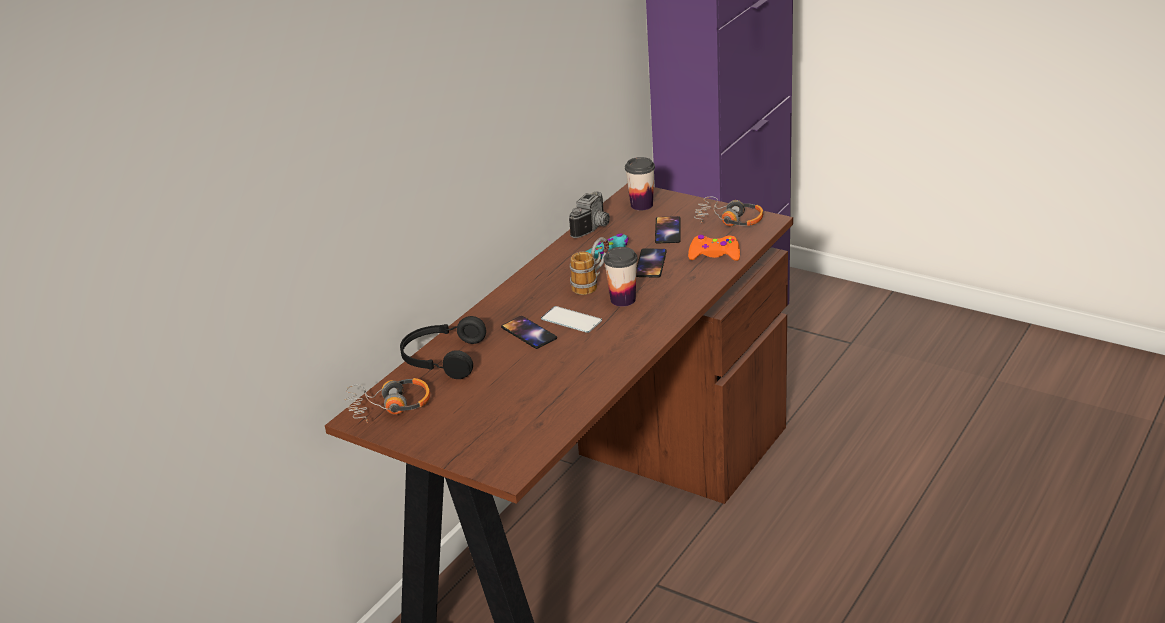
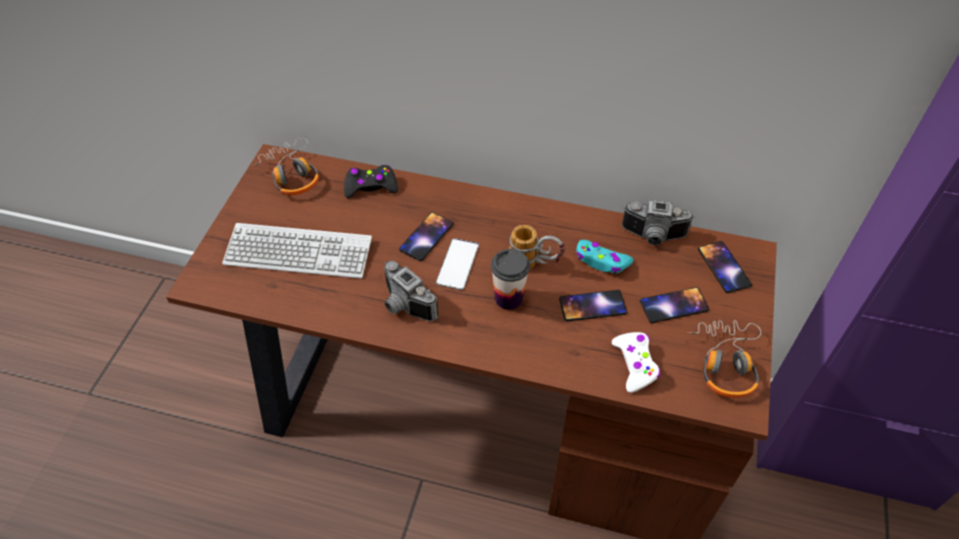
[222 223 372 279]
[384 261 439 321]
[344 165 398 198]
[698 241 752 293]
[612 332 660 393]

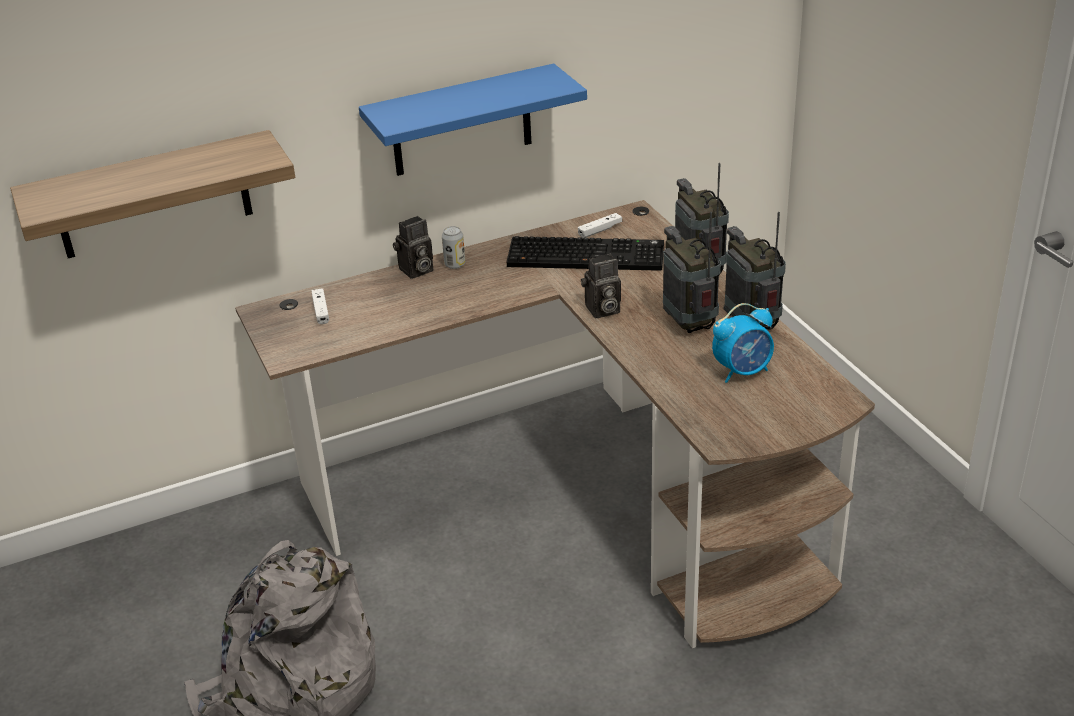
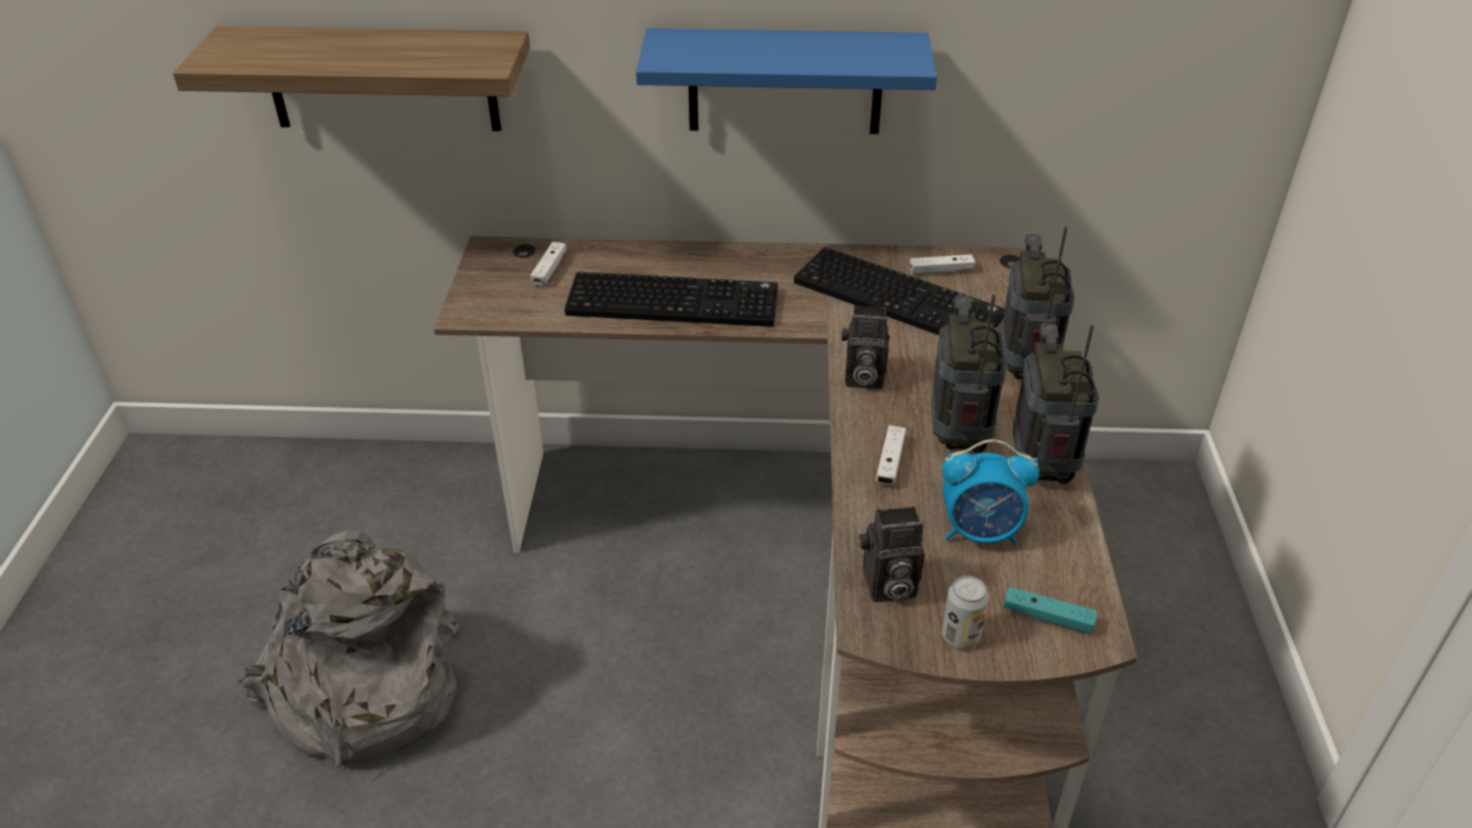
[565 272 778 327]
[876 425 906 485]
[1003 587 1098 634]
[859 506 925 602]
[942 576 989 649]

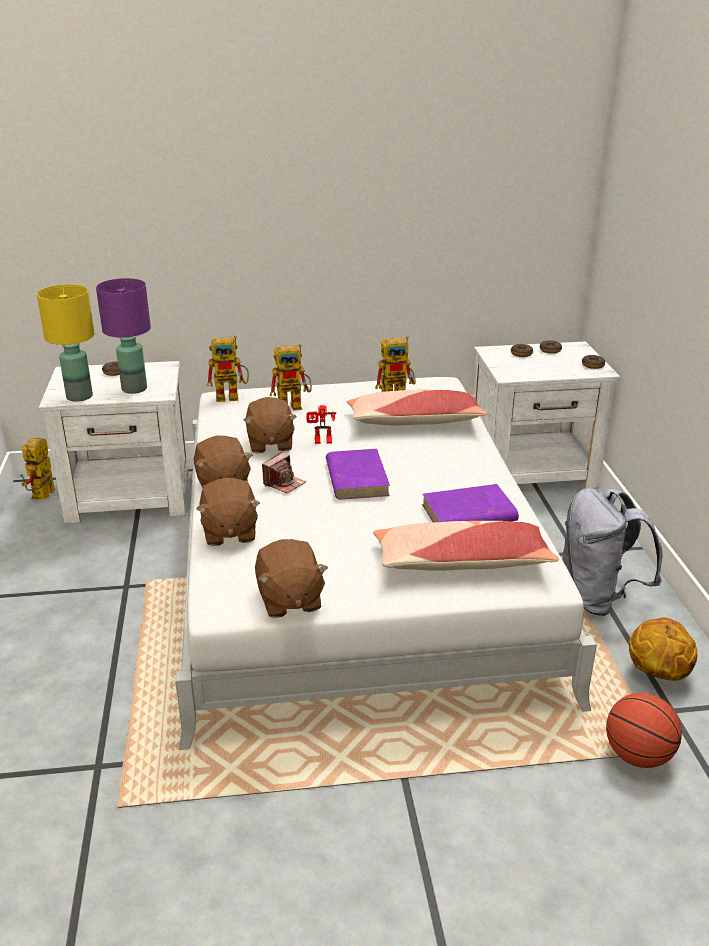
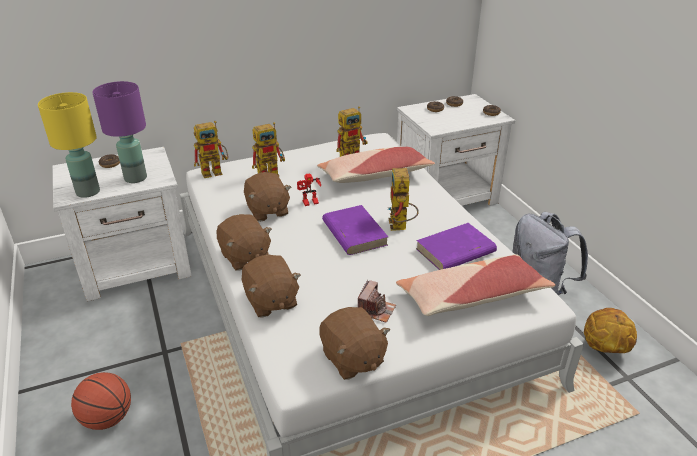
[388 168 419 231]
[358 280 396 323]
[71 372 131 430]

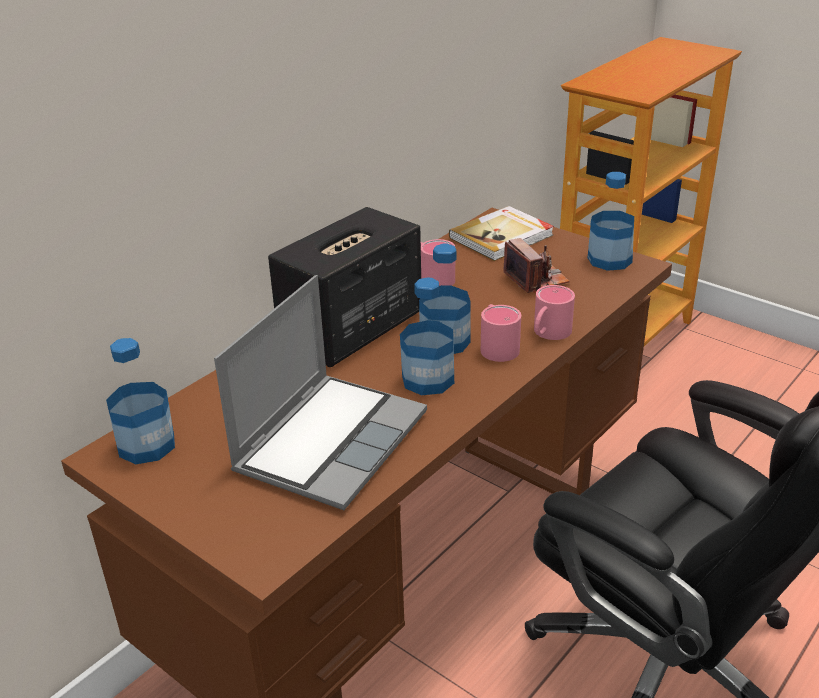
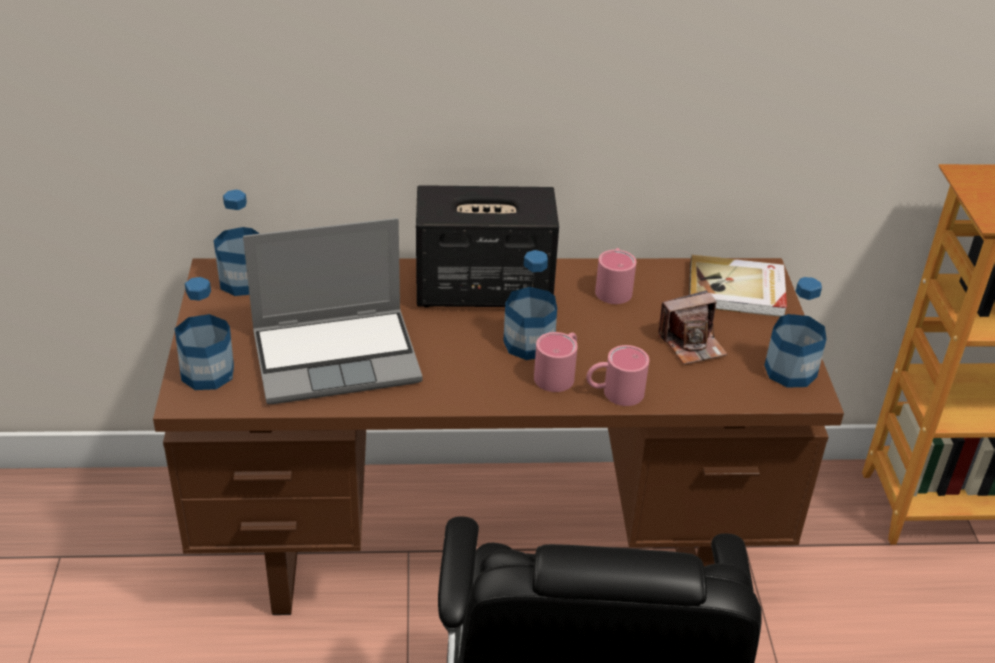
[175 277 234 390]
[658 290 728 365]

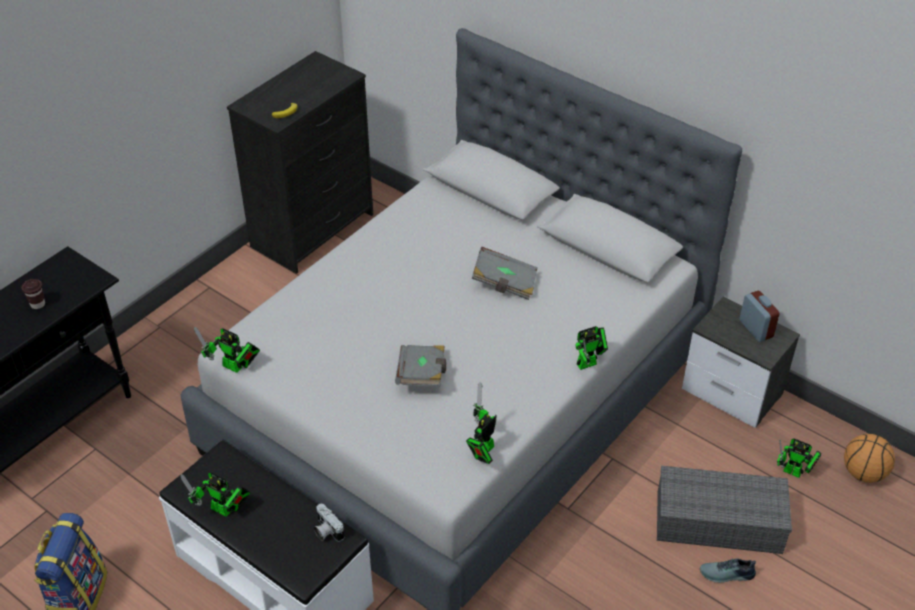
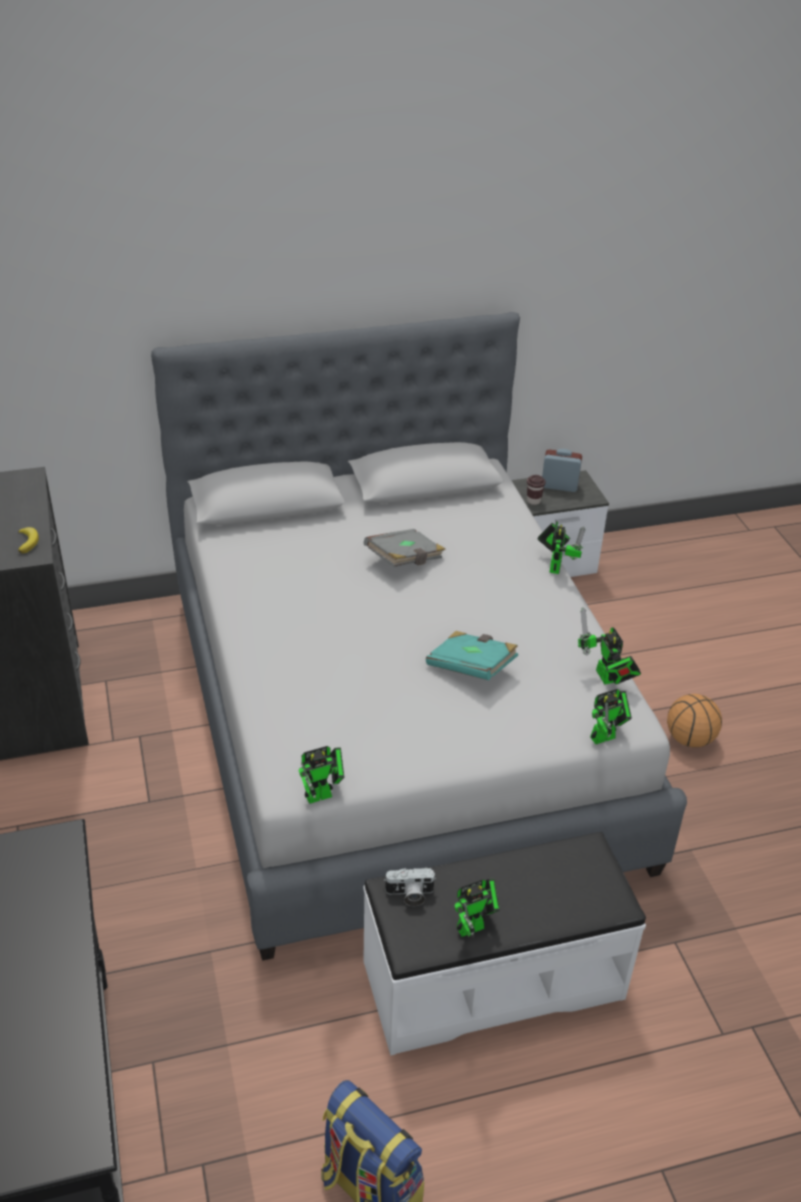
[657 466 792 554] (first image)
[700 559 756 583] (first image)
[527 475 546 505]
[384 868 435 906]
[590 689 632 744]
[667 694 722 747]
[426 631 518 680]

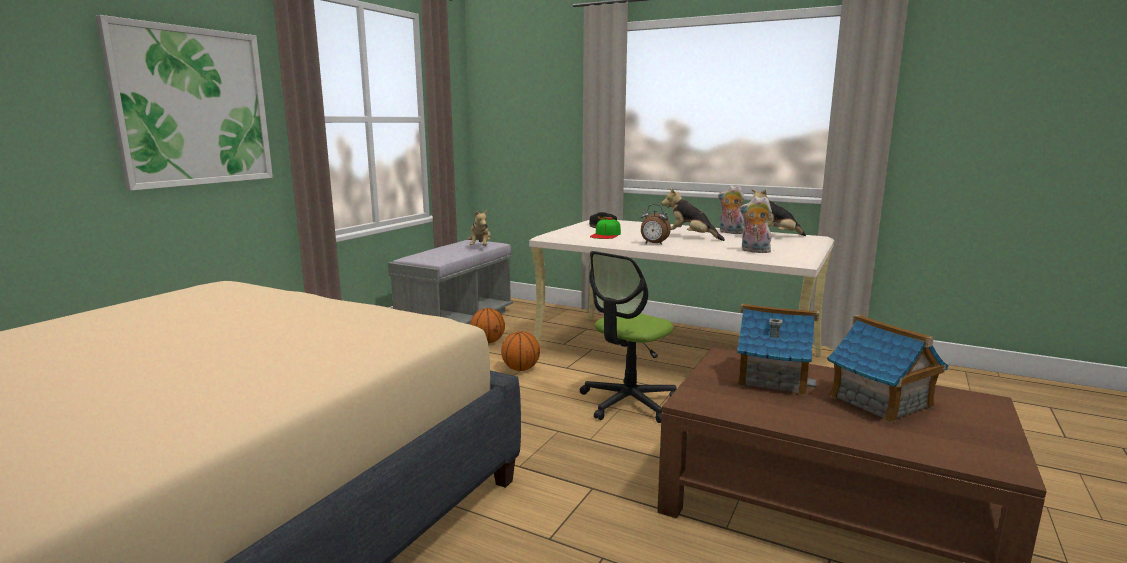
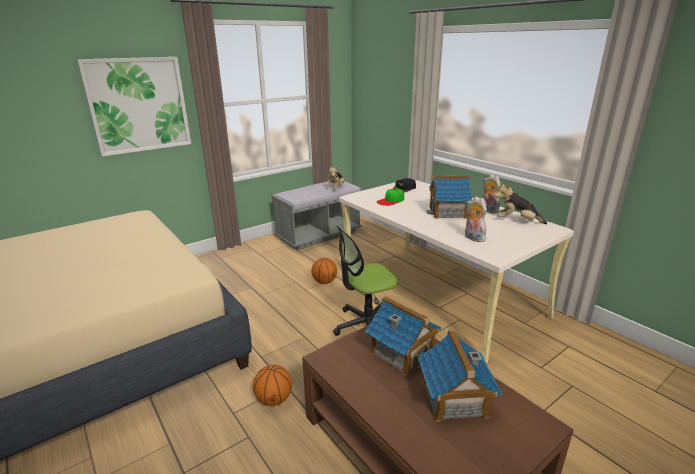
[641 204 671 245] (first image)
[253 365 292 406]
[426 175 472 219]

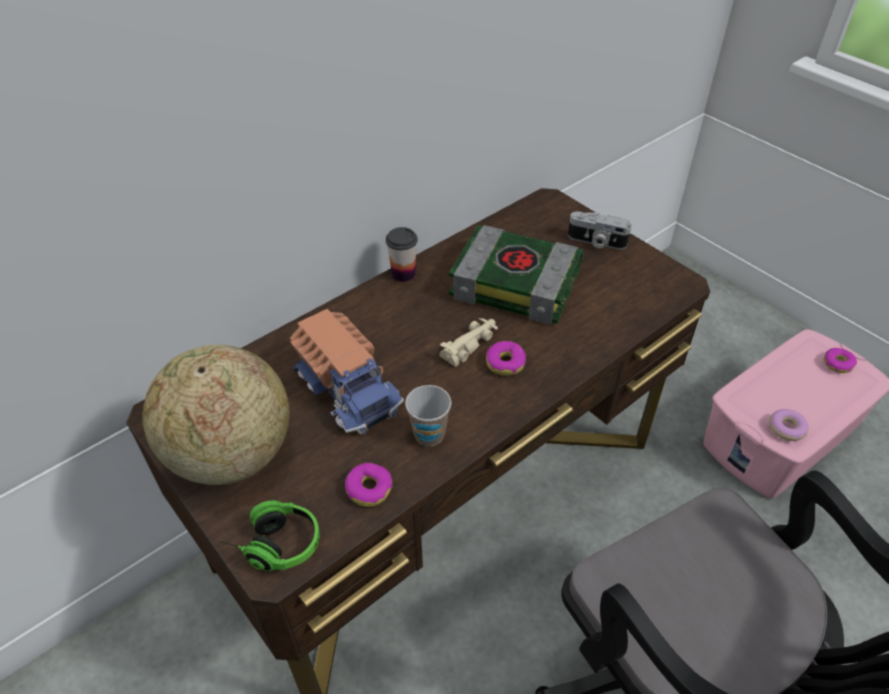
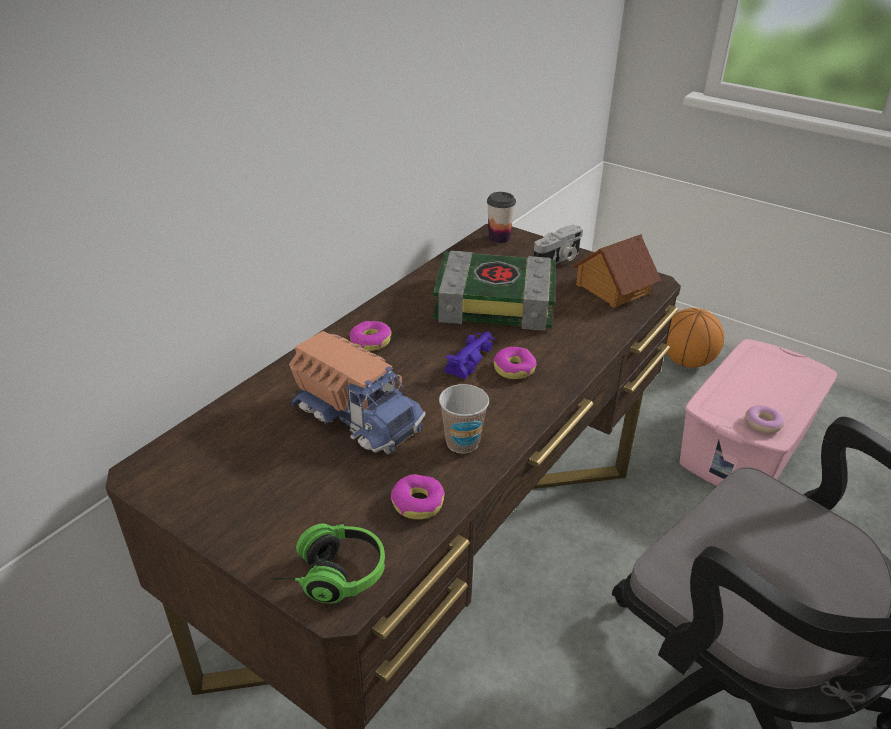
[143 345 289 485] (first image)
[573 234 661 308]
[666 308 724 368]
[487 192 516 243]
[350 321 391 351]
[444 331 496 379]
[533 225 583 264]

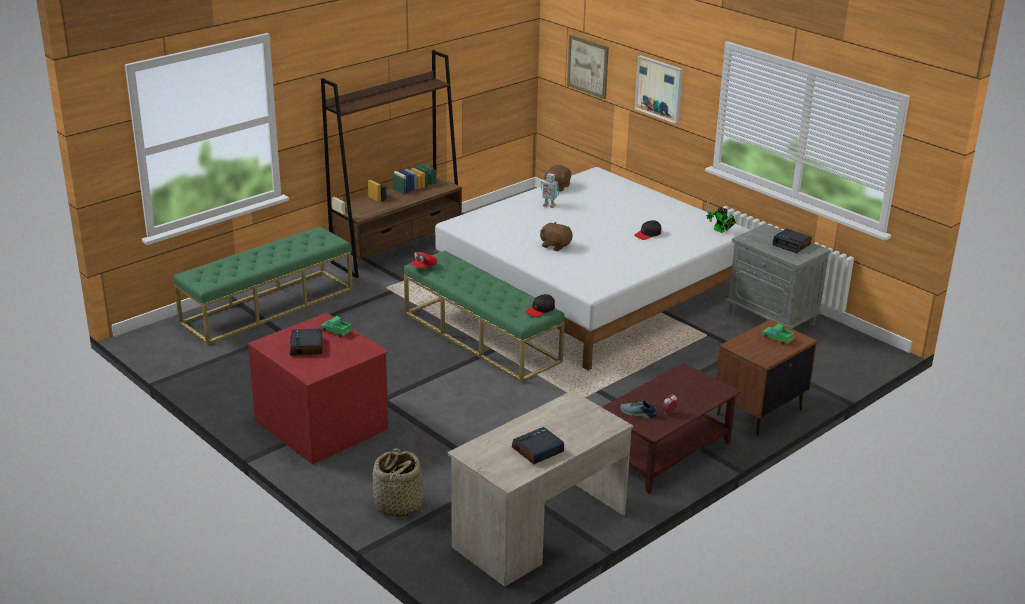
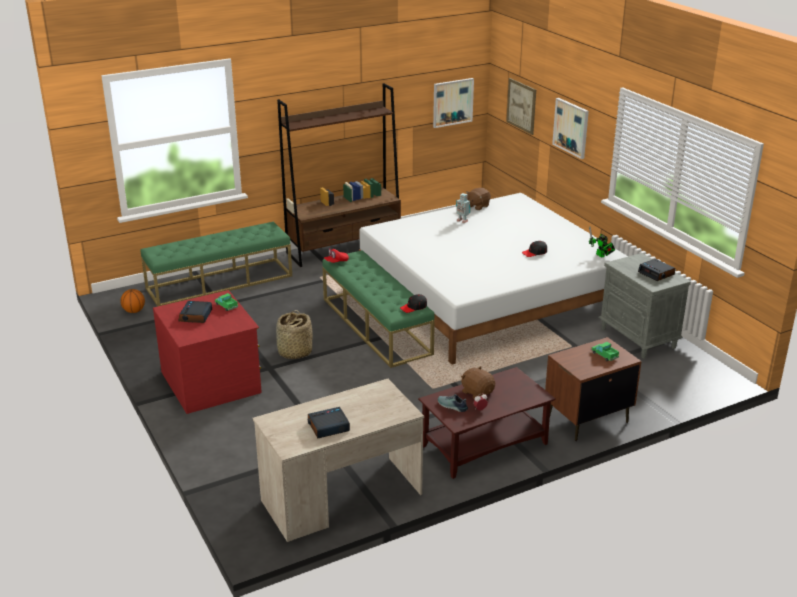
[120 289 145 313]
[433 78 474 128]
[276 310 313 359]
[461 366 495 399]

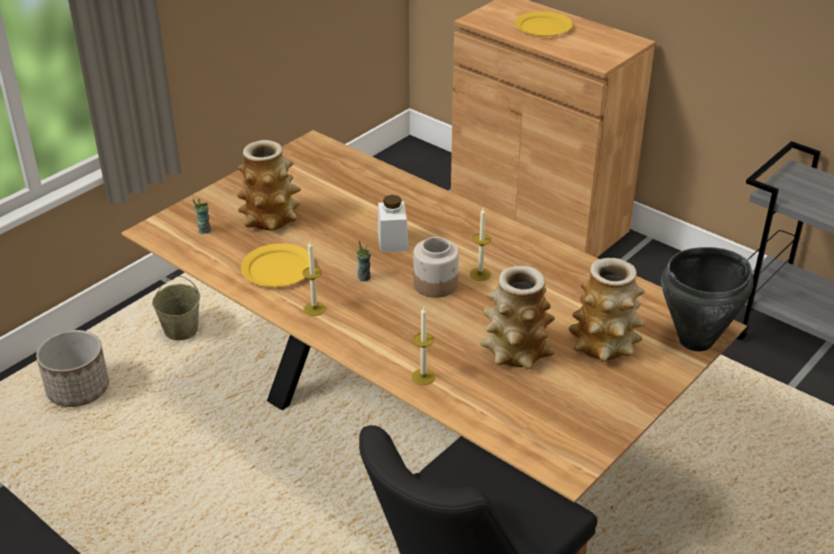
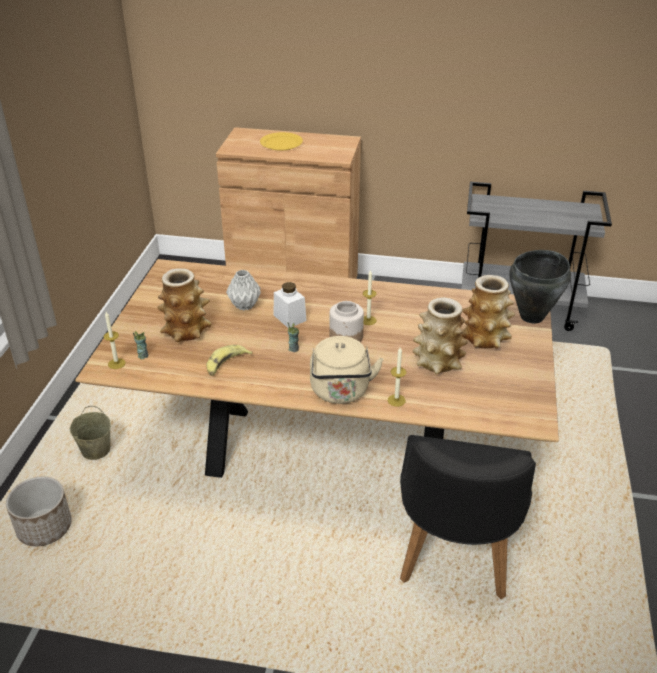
[226 270 261 310]
[310 336 384 404]
[104 312 125 369]
[206 345 253 376]

